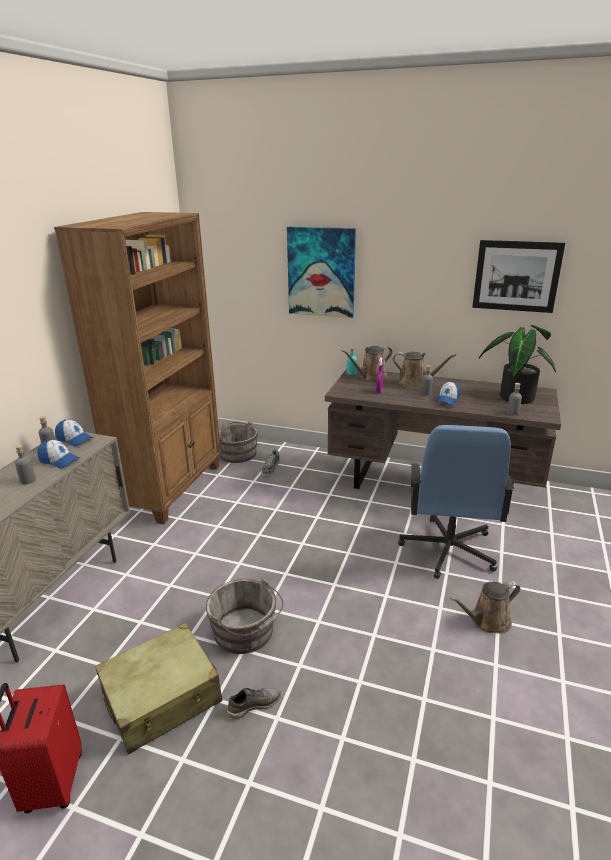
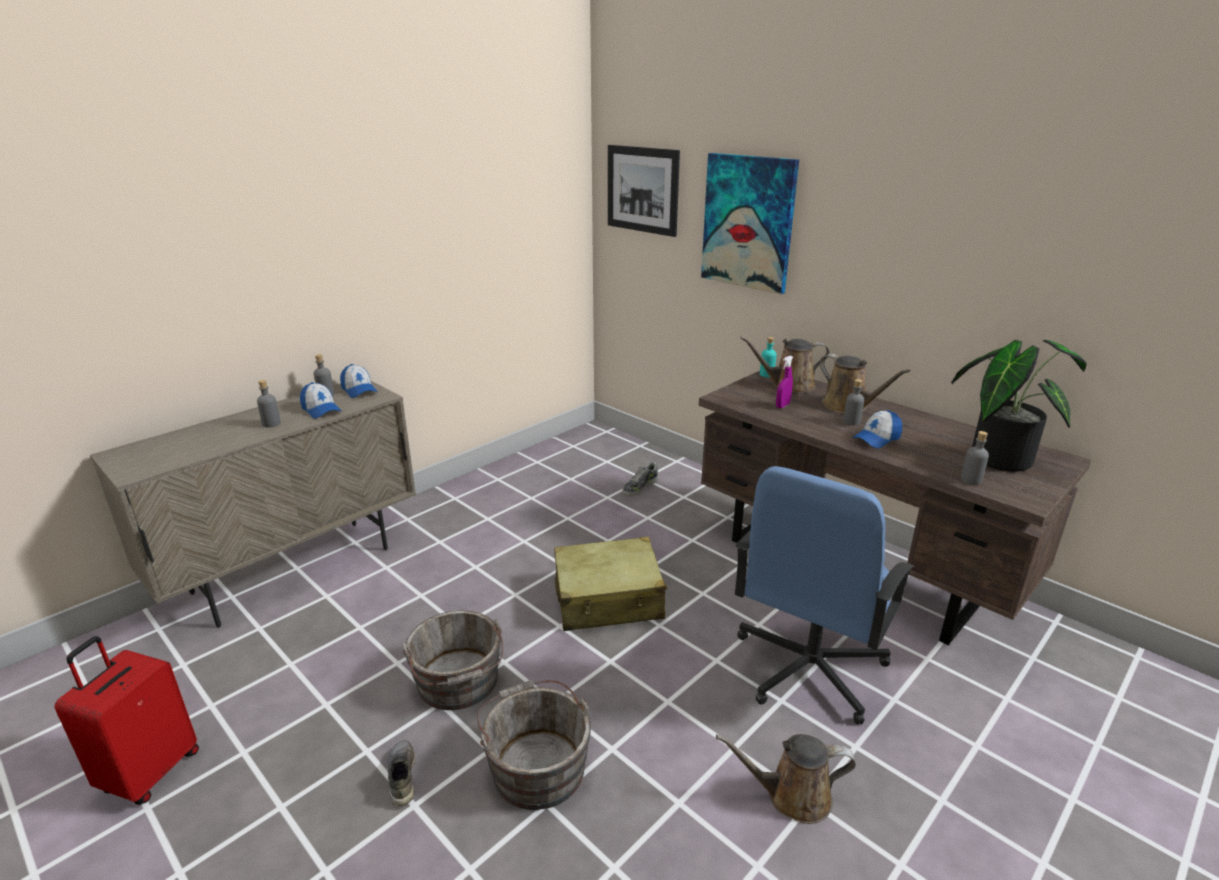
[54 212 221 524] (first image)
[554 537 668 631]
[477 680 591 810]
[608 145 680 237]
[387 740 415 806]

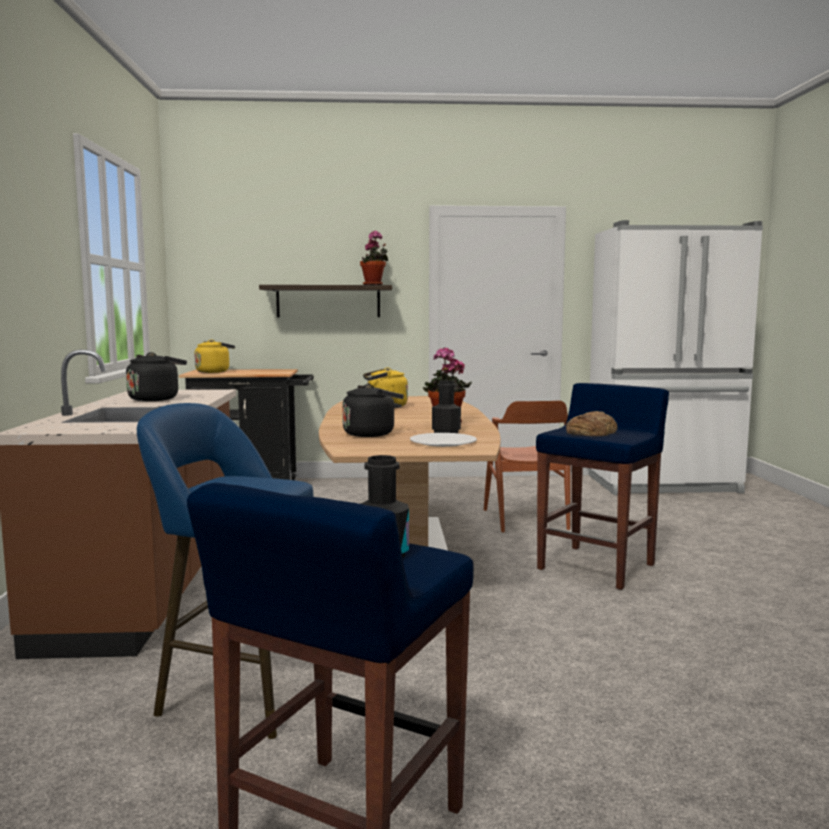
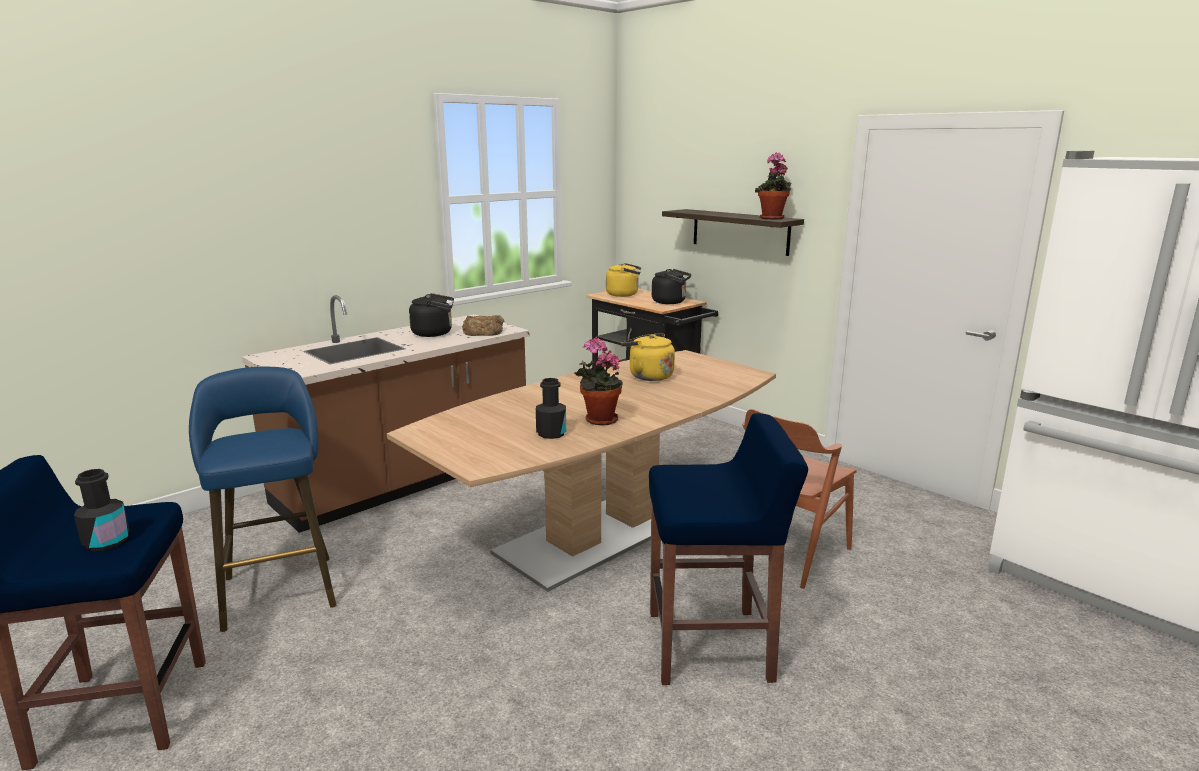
[410 433 477 447] (first image)
[652 269 691 304]
[462 315 505 336]

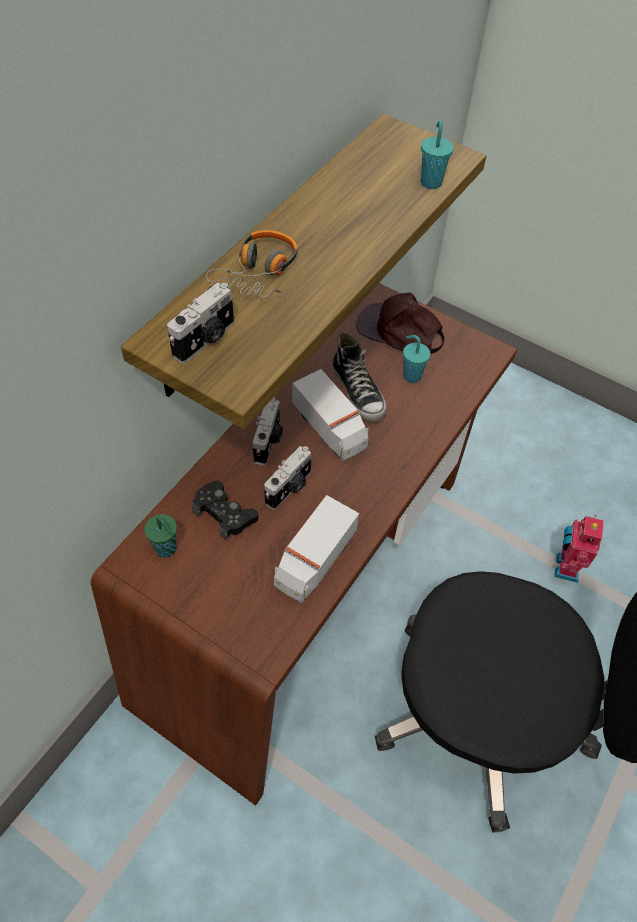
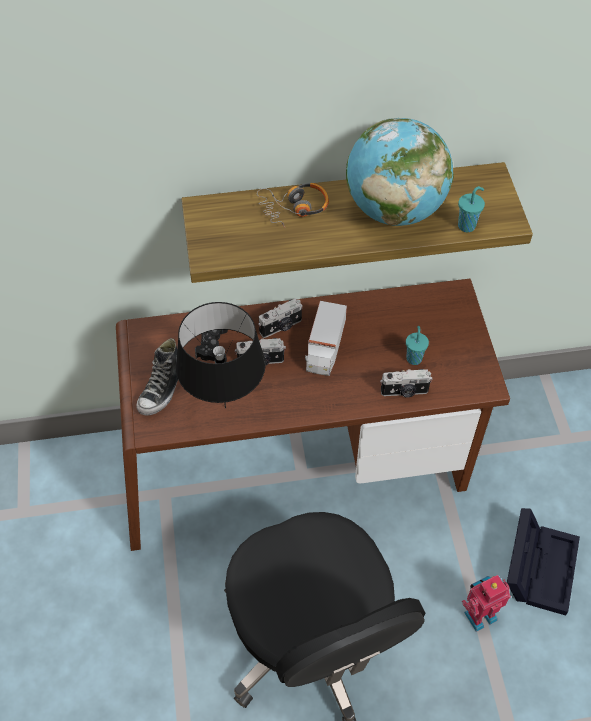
[144 514 177 558] (first image)
[356 292 444 354] (first image)
[346 118 454 226]
[507 508 580 616]
[380 369 433 397]
[137 338 178 416]
[176 302 266 408]

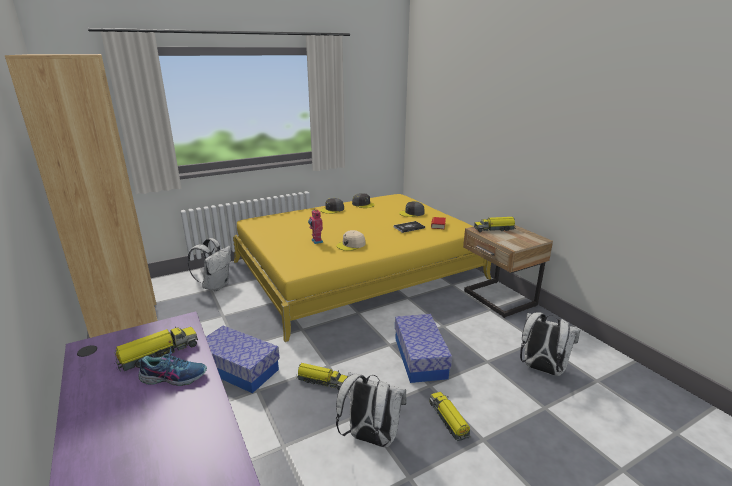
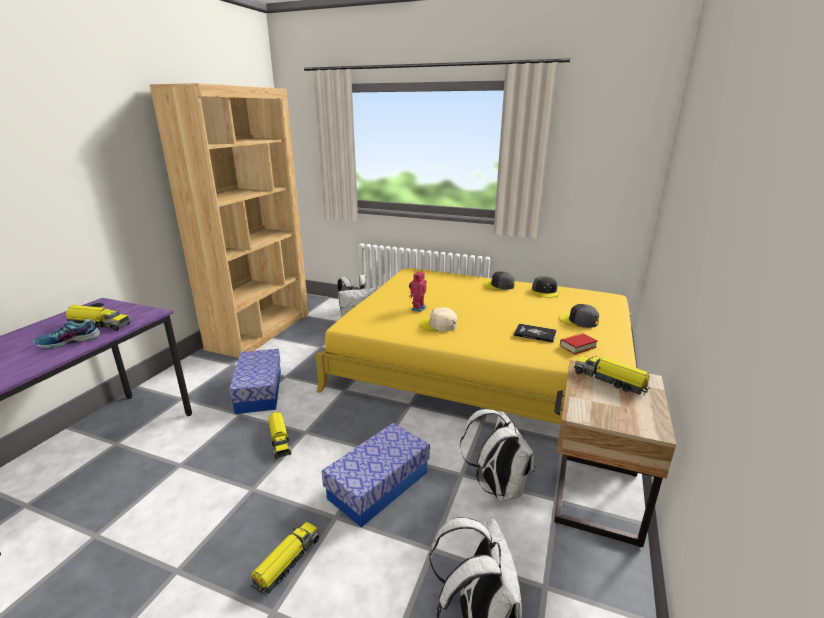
[460 409 535 502]
[34 319 100 349]

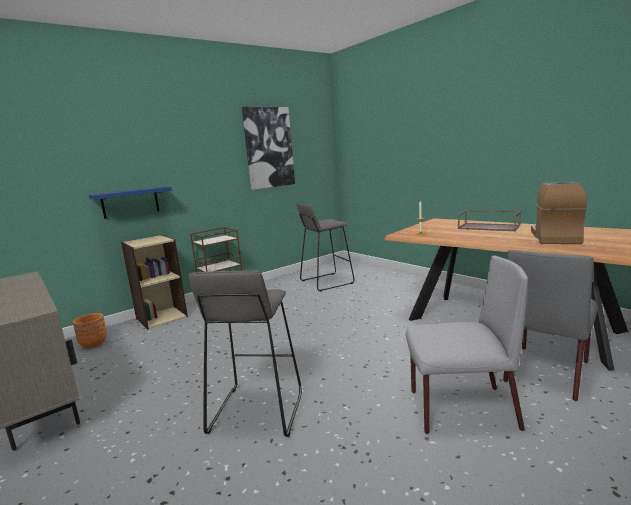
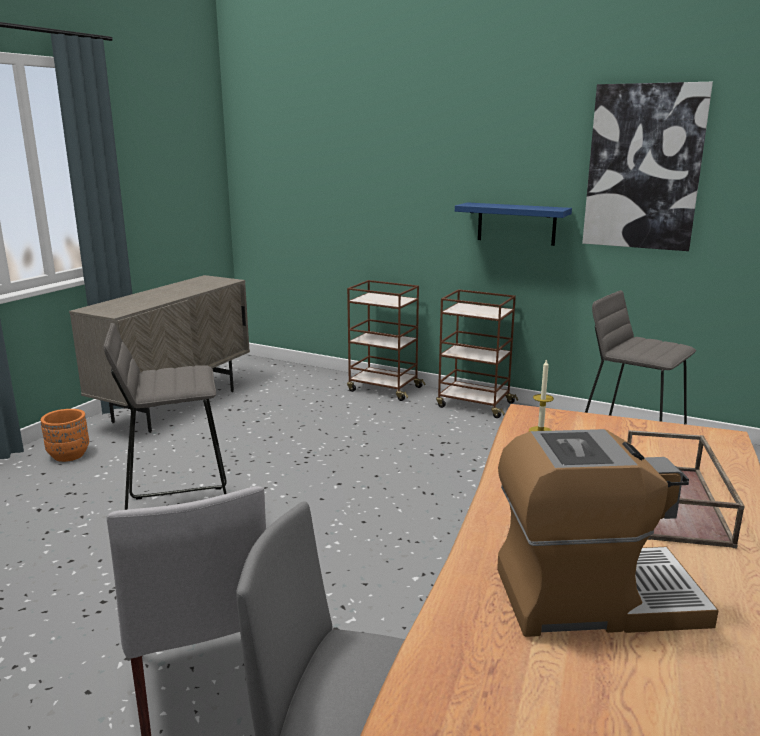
[41 409 89 462]
[455 202 572 246]
[347 280 425 401]

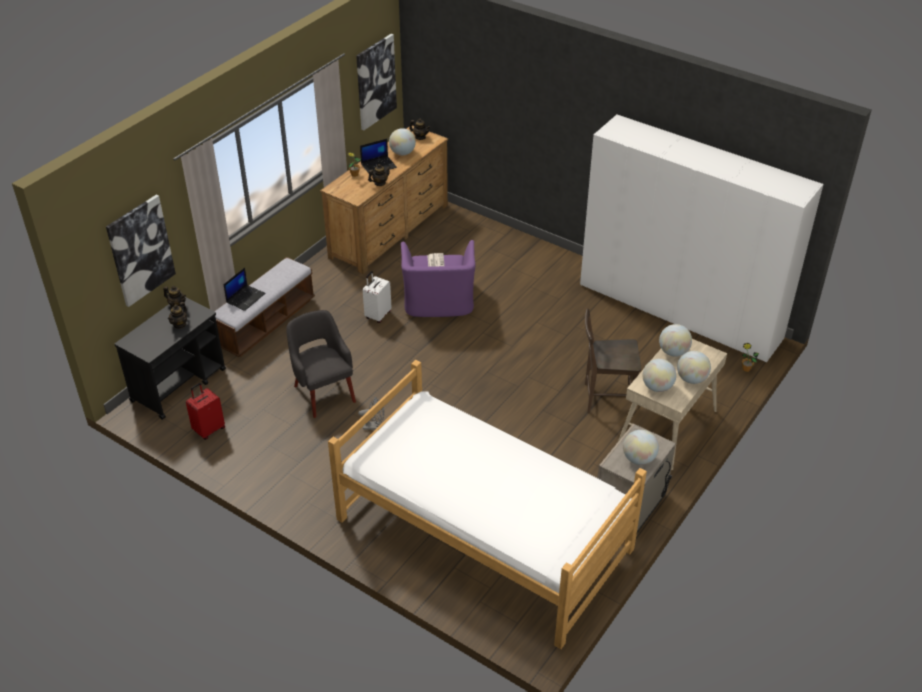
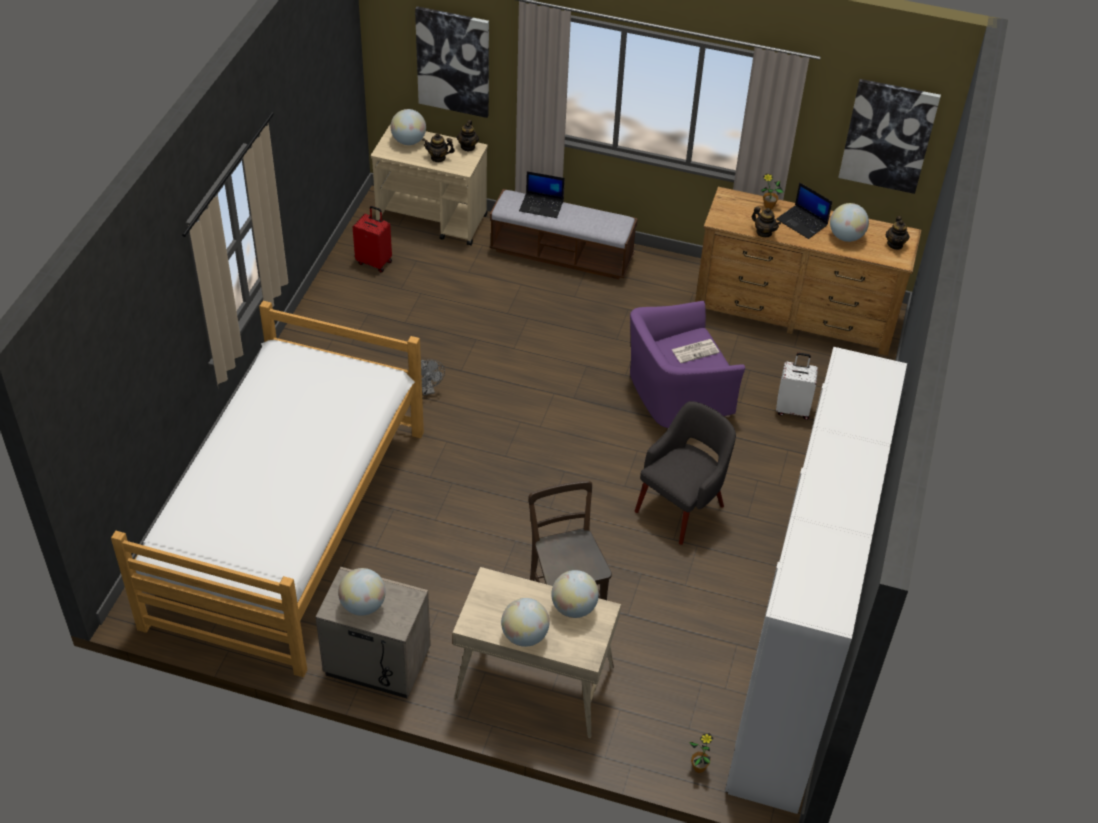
[635 401 736 545]
[776 353 818 420]
[391 109 426 145]
[371 124 488 246]

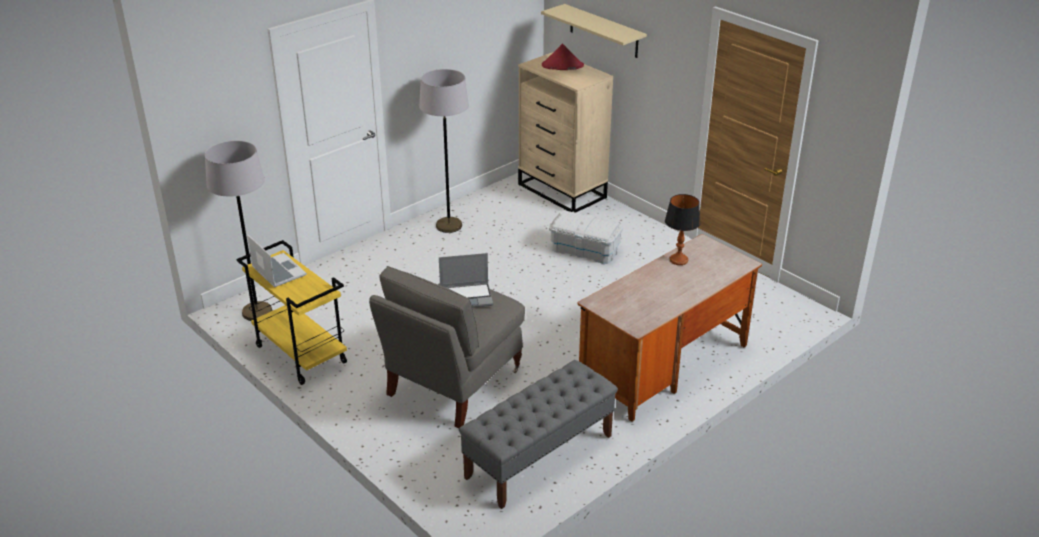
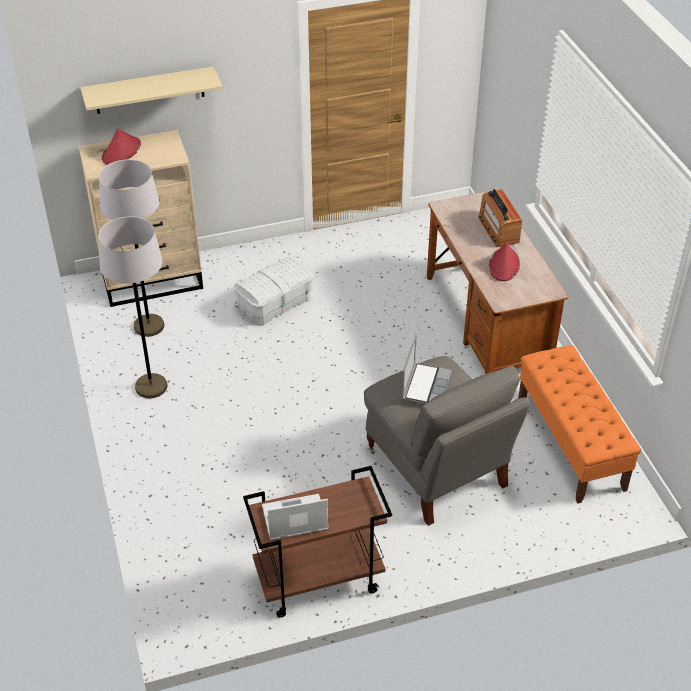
[665 194 701 265] (first image)
[478 189 522 247]
[489 242 520 281]
[99 159 164 337]
[243 466 392 618]
[518 345 641 504]

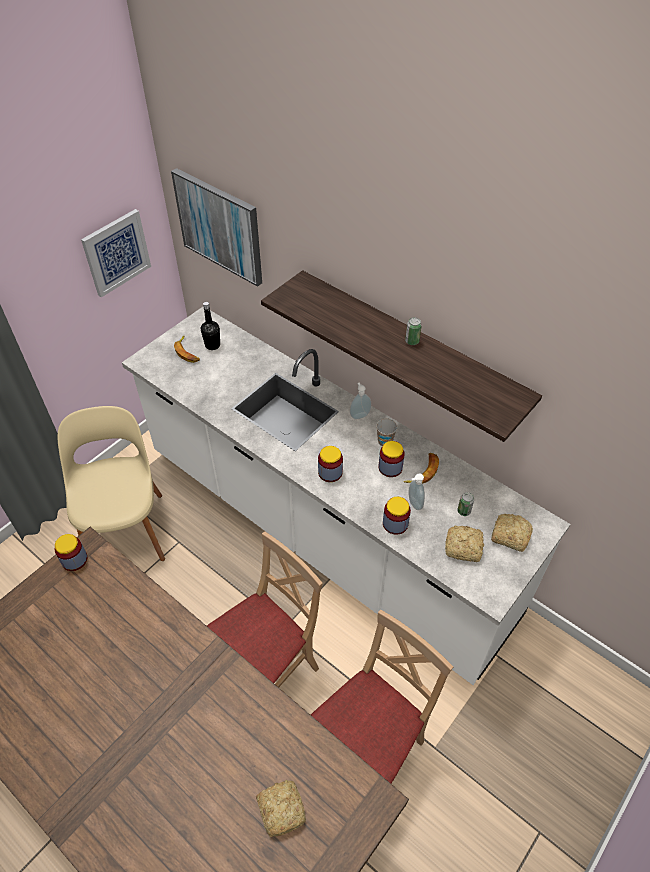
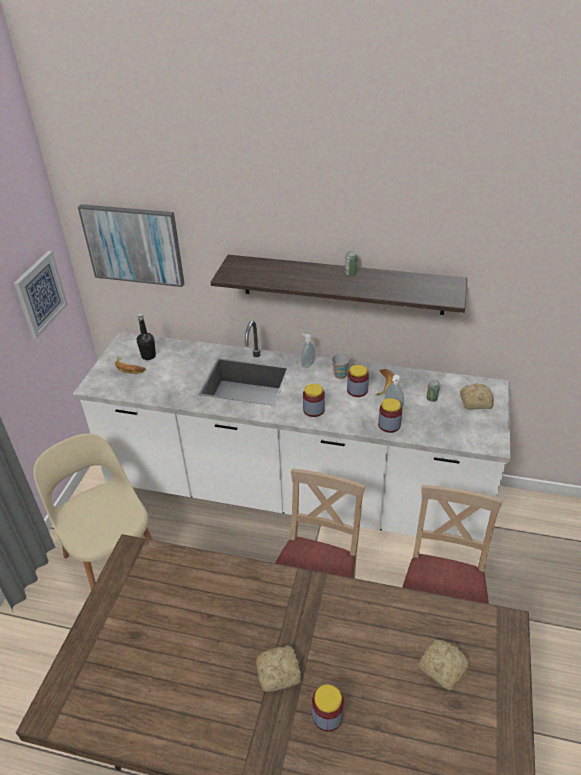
[312 684 344 732]
[256 646 301 692]

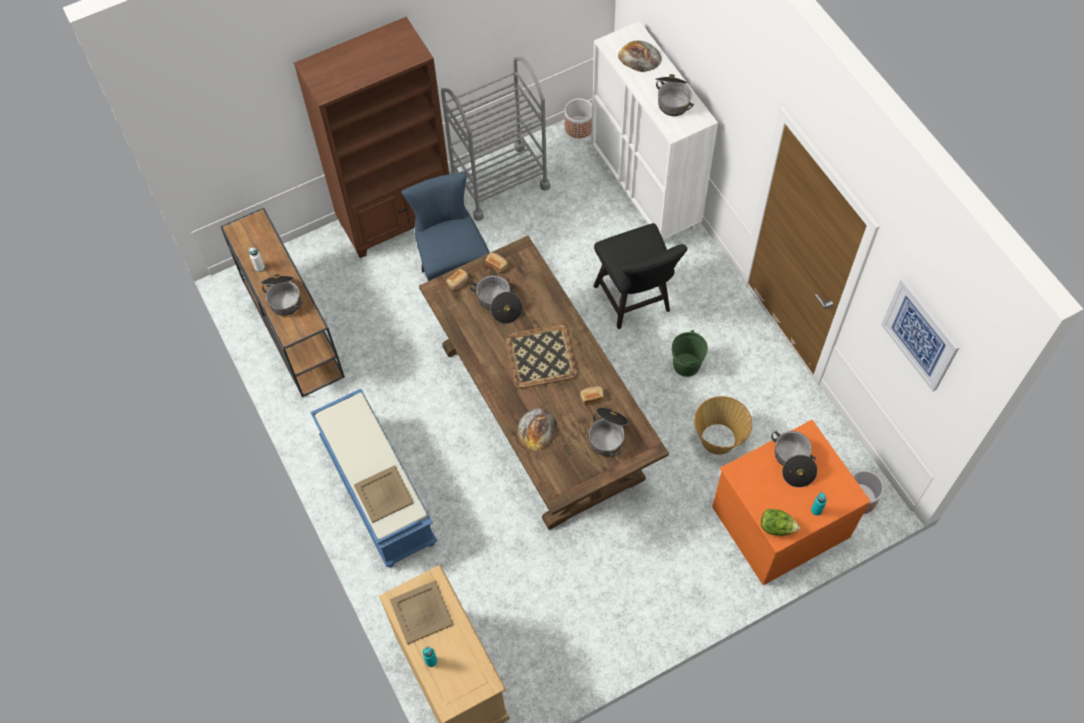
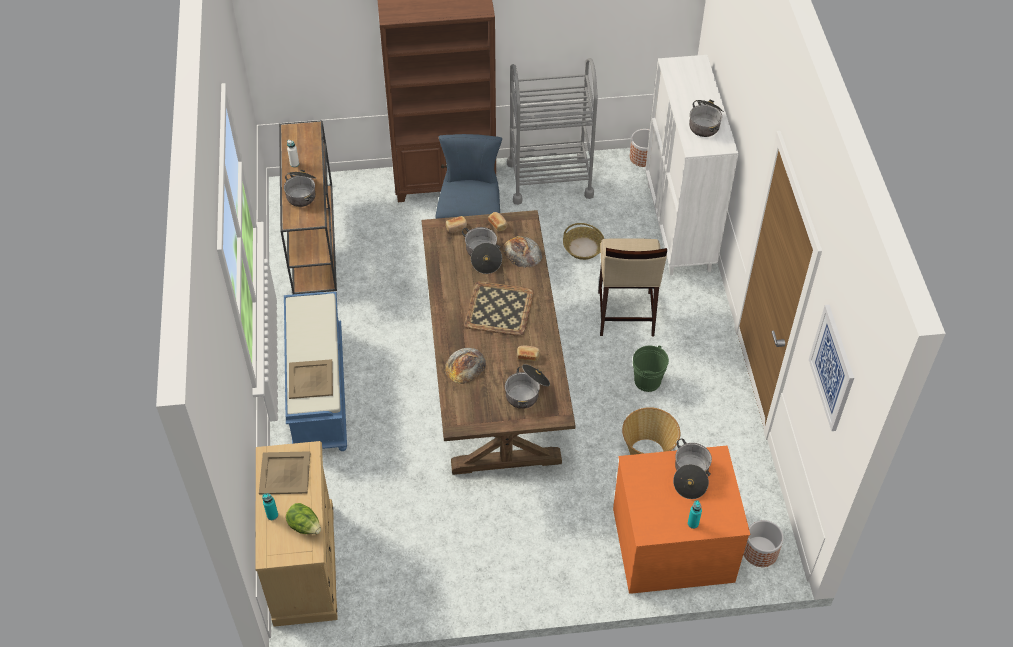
[563 223 604 260]
[503 236 542 268]
[286 503 321 534]
[598 238 667 336]

